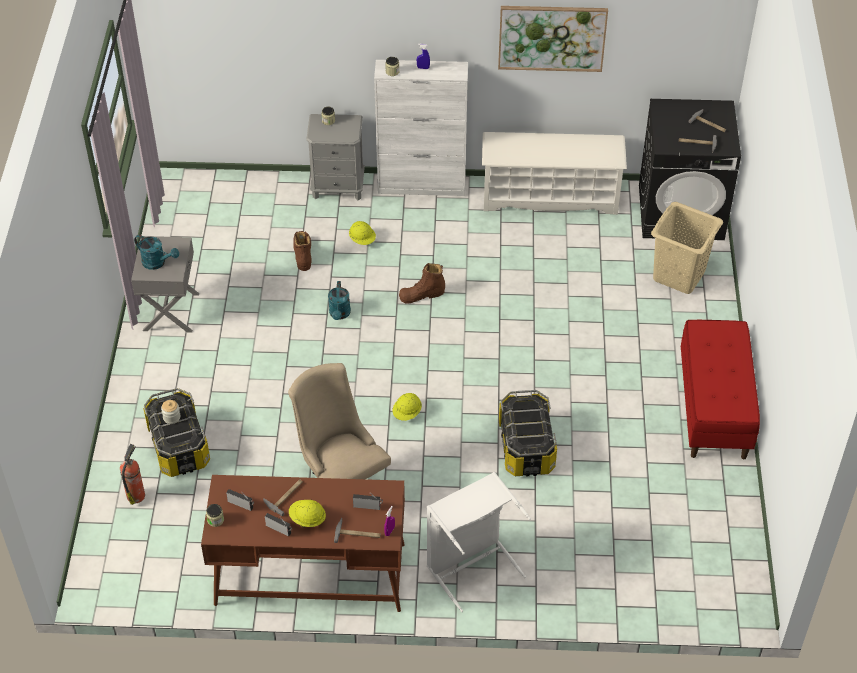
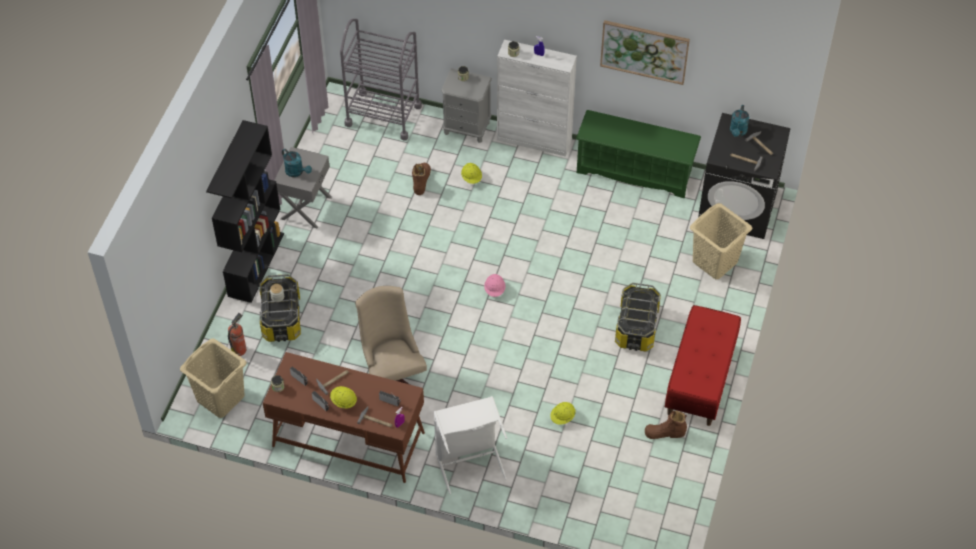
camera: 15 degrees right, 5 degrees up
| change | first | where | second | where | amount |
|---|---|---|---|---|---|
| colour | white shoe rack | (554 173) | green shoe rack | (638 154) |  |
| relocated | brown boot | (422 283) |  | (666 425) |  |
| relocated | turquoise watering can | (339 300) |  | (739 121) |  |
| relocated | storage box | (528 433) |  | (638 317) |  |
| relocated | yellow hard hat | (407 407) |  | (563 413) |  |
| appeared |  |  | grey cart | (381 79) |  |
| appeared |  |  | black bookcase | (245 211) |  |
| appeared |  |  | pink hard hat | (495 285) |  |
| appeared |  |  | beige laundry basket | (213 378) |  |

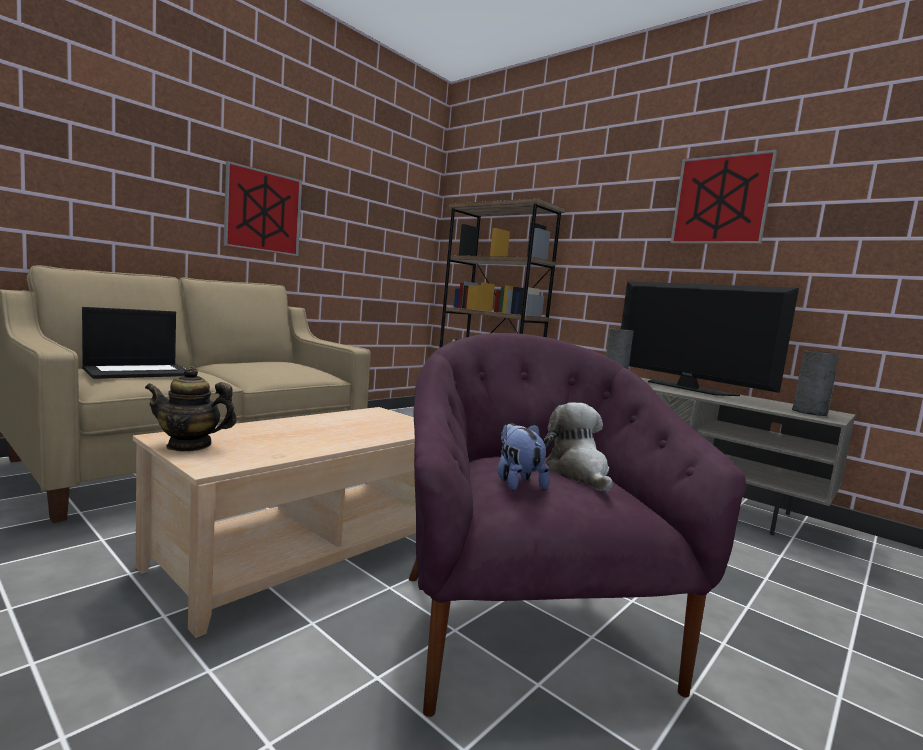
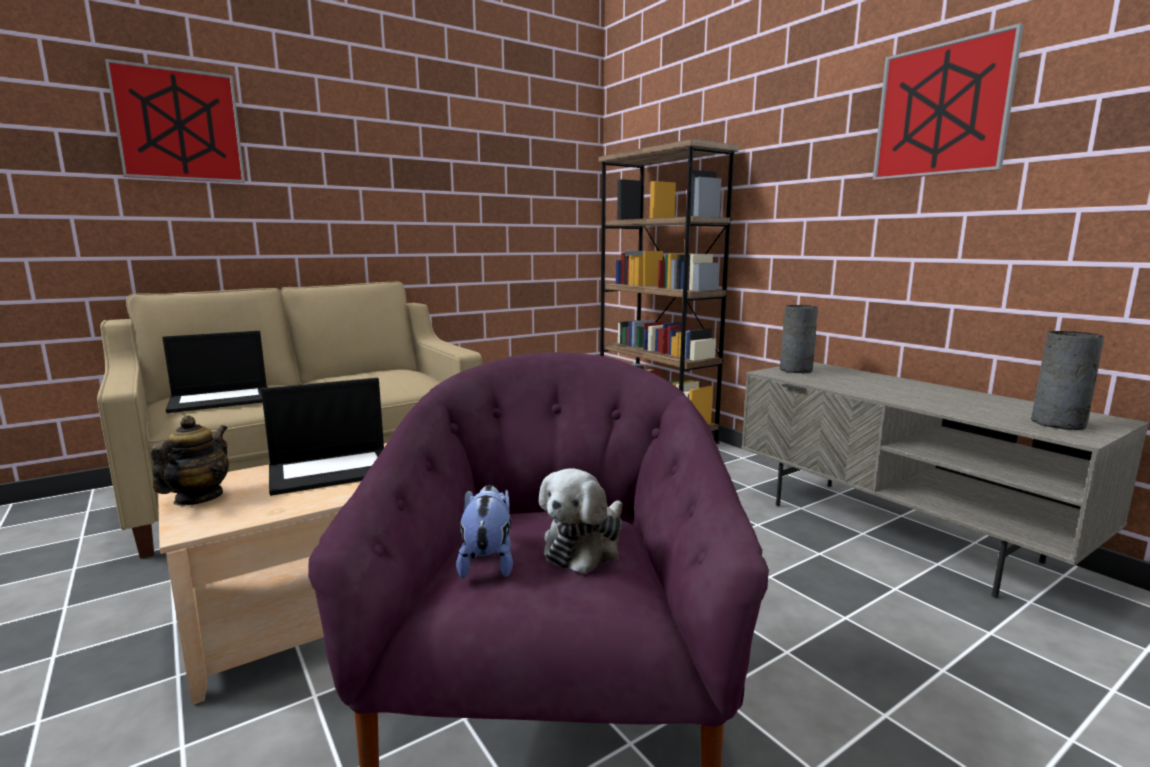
camera: 15 degrees right, 5 degrees up
| change | first | where | second | where | amount |
|---|---|---|---|---|---|
| relocated | picture | (263 208) |  | (175 120) |  |
| missing | television | (710 338) |  |  |  |
| spun | teapot | (191 409) |  | (190 460) | 90 degrees clockwise |
| spun | plush toy | (578 447) |  | (581 521) | 150 degrees counterclockwise |
| appeared |  |  | laptop | (322 437) |  |

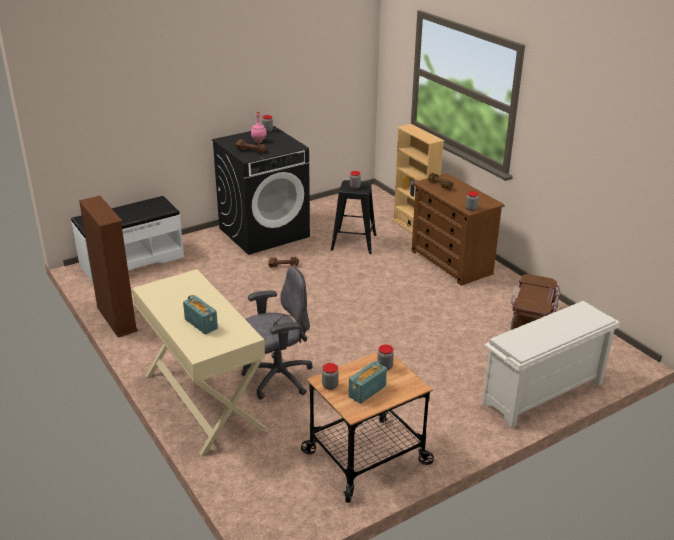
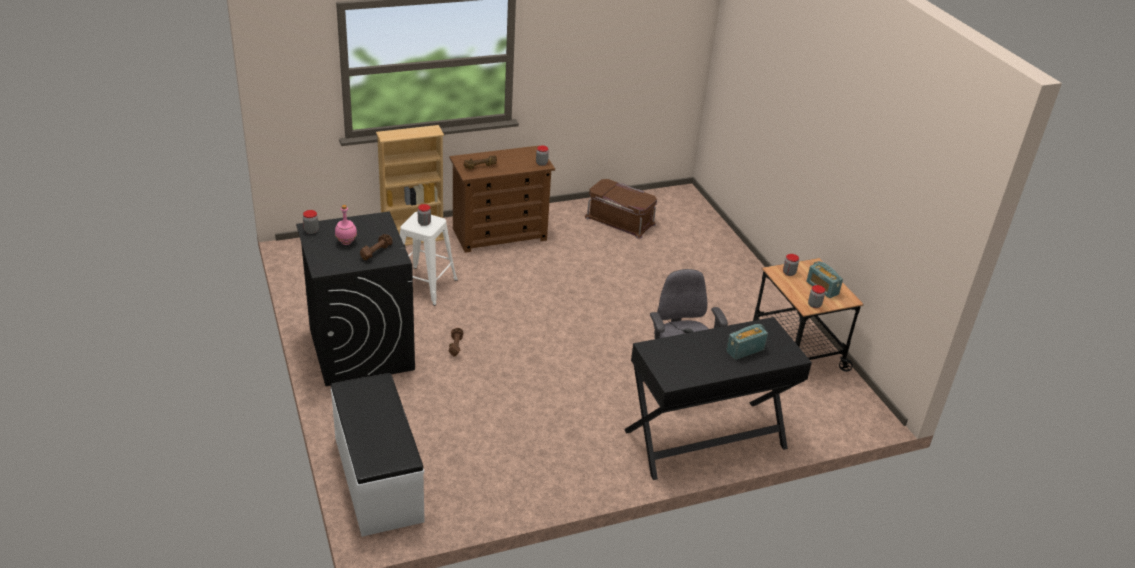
camera: 80 degrees left, 5 degrees up
| change | first | where | second | where | amount |
|---|---|---|---|---|---|
| colour | black stool | (354 217) | white stool | (429 258) |  |
| missing | brown bookcase | (108 266) |  |  |  |
| colour | beige desk | (199 362) | black desk | (718 398) |  |
| missing | white shoe rack | (551 364) |  |  |  |

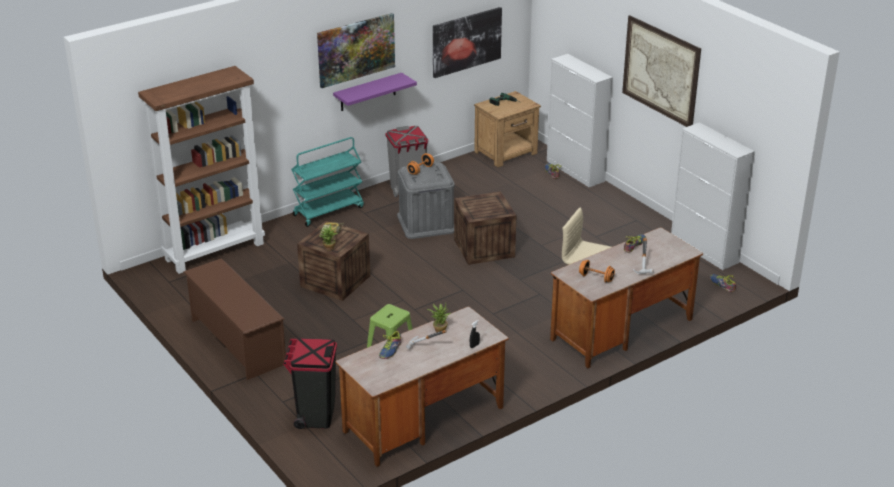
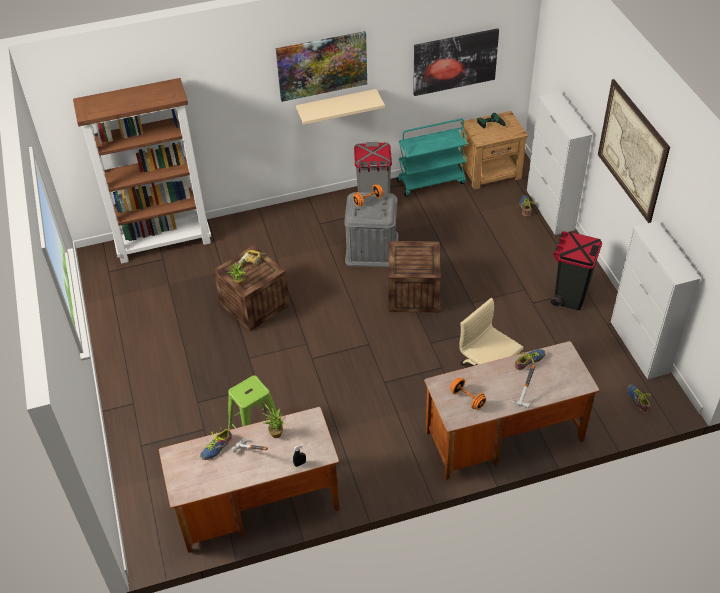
camera: 20 degrees right, 15 degrees up
| change | first | where | second | where | amount |
|---|---|---|---|---|---|
| colour | purple shelf | (375 92) | beige shelf | (340 107) |  |
| relocated | turquoise cart | (327 182) |  | (431 157) |  |
| missing | brown shoe rack | (234 319) |  |  |  |
| relocated | black trash can | (310 383) |  | (576 270) |  |

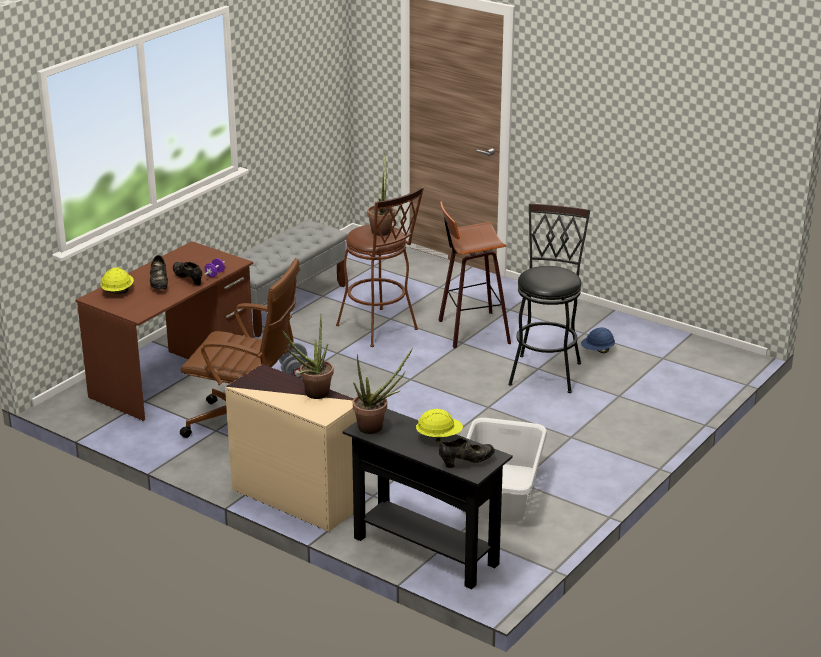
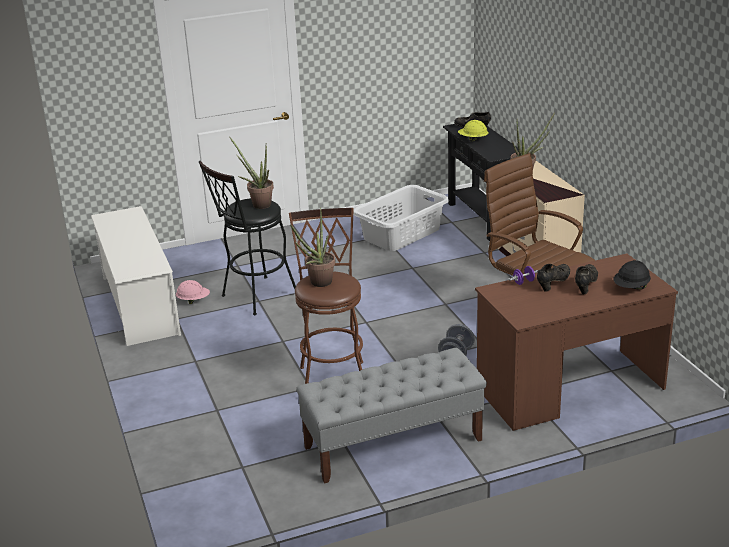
camera: 145 degrees left, 0 degrees up
| change | first | where | second | where | amount |
|---|---|---|---|---|---|
| missing | stool | (475 274) |  |  |  |
| spun | black shoe | (187 274) |  | (553 278) | 135 degrees counterclockwise |
| colour | yellow hard hat | (117 280) | black hard hat | (632 275) |  |
| colour | blue hard hat | (598 340) | pink hard hat | (193 292) |  |
| relocated | potted plant | (383 391) |  | (251 172) |  |
| appeared |  |  | white shoe rack | (136 276) |  |

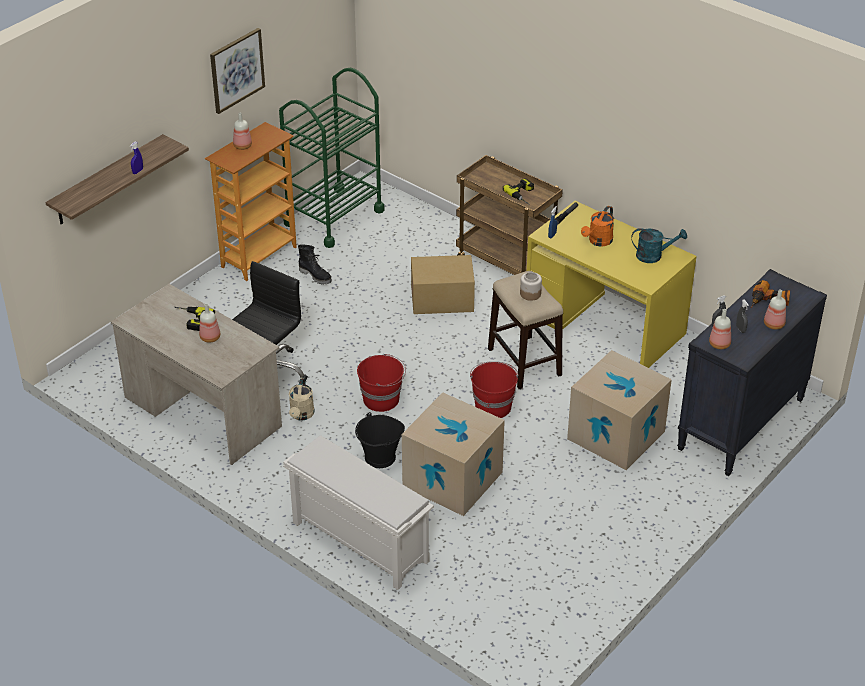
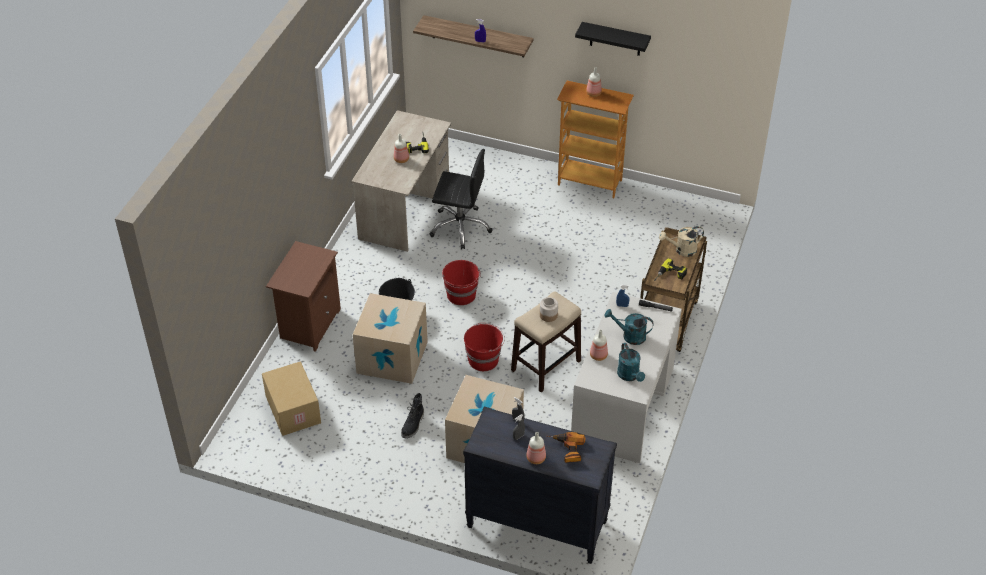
camera: 70 degrees right, 5 degrees up
| change | first | where | second | where | amount |
|---|---|---|---|---|---|
| exchanged | picture | (237 71) | black shelf | (613 39) |  |
| missing | green cart | (332 158) |  |  |  |
| colour | yellow desk | (612 284) | white desk | (626 377) |  |
| colour | orange watering can | (597 226) | turquoise watering can | (629 327) |  |
| relocated | black boot | (315 264) |  | (412 416) |  |
| relocated | cardboard box | (443 284) |  | (291 398) |  |
| relocated | bottle | (720 329) |  | (599 345) |  |
| relocated | beige watering can | (302 399) |  | (681 241) |  |
| exchanged | white shoe rack | (358 512) | brown nightstand | (303 296) |  |

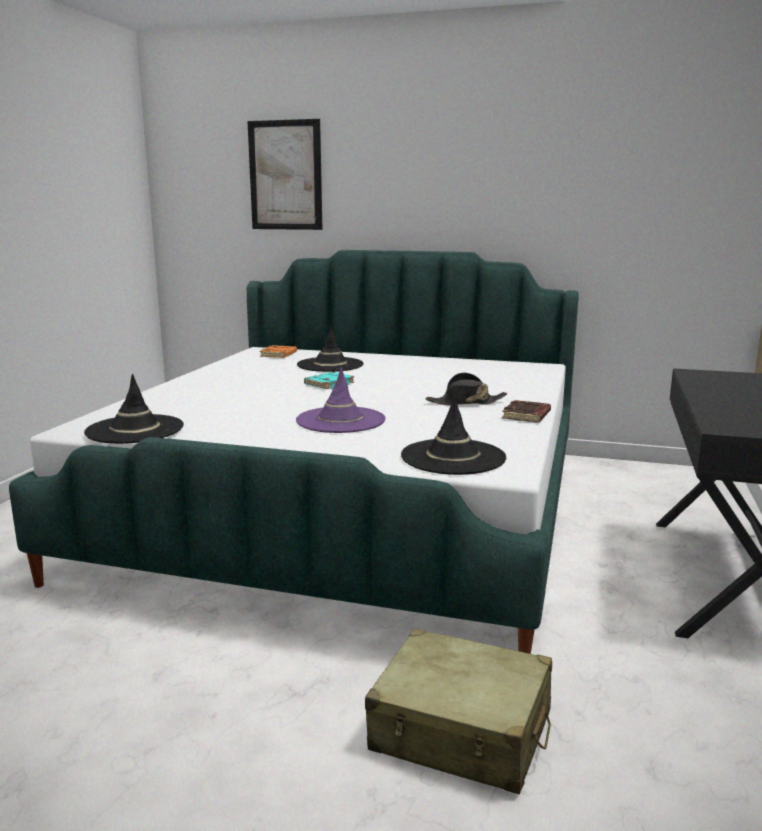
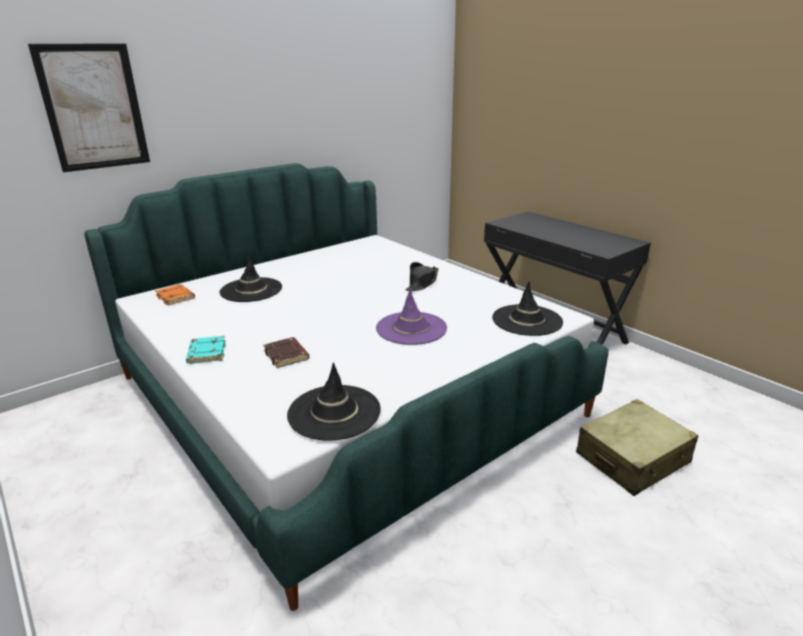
camera: 55 degrees left, 10 degrees up
| change | first | where | second | where | amount |
|---|---|---|---|---|---|
| relocated | turquoise book | (329 380) |  | (206 350) |  |
| relocated | brown book | (526 411) |  | (286 352) |  |

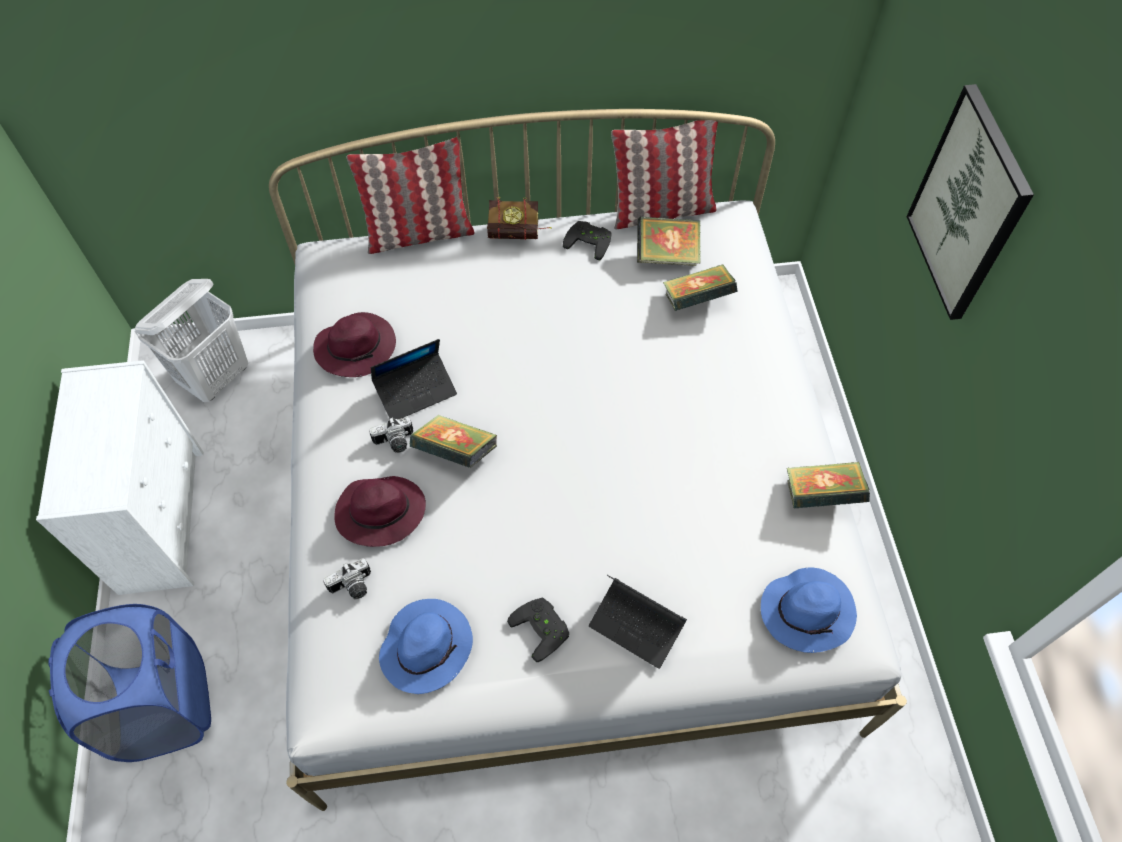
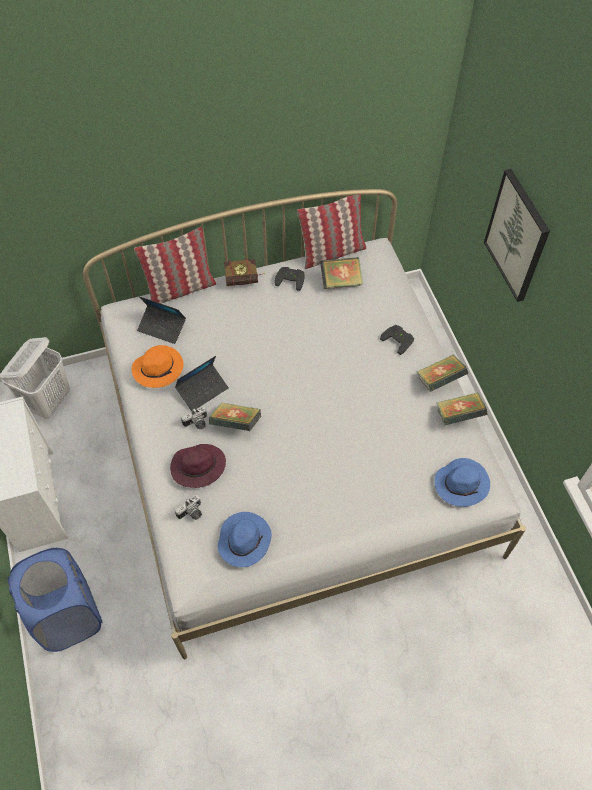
camera: 10 degrees left, 0 degrees up
| change | first | where | second | where | amount |
|---|---|---|---|---|---|
| relocated | book | (700 287) |  | (442 373) |  |
| colour | purple hat | (354 344) | orange hat | (158 366) |  |
| relocated | laptop | (638 622) |  | (161 320) |  |
| relocated | black game controller | (538 629) |  | (397 340) |  |

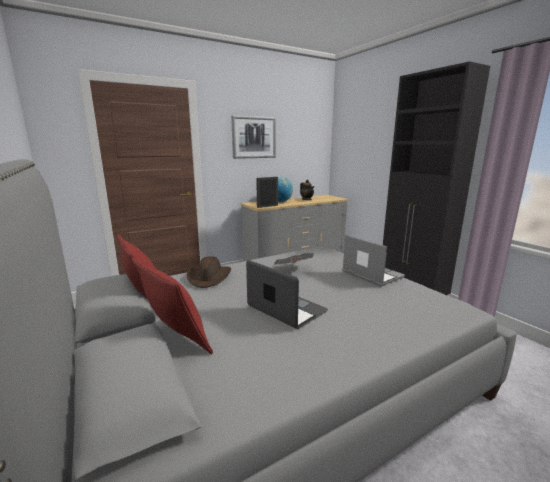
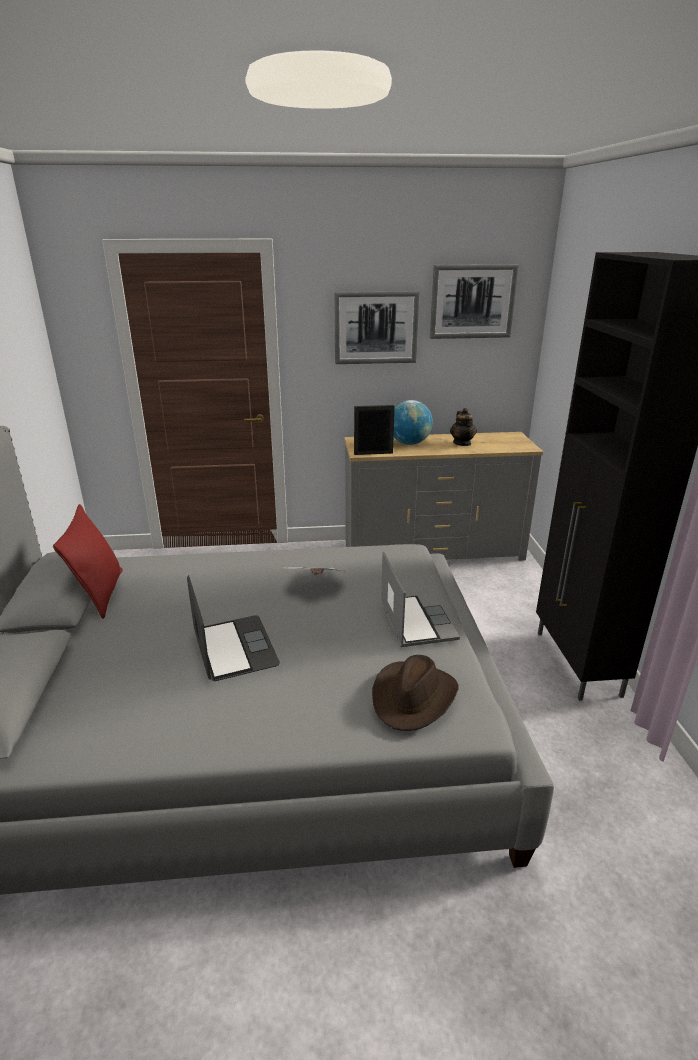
camera: 25 degrees right, 10 degrees up
| change | first | where | second | where | amount |
|---|---|---|---|---|---|
| relocated | brown hat | (208 272) |  | (415 693) |  |
| missing | red pillow | (172 306) |  |  |  |
| appeared |  |  | picture | (474 301) |  |

